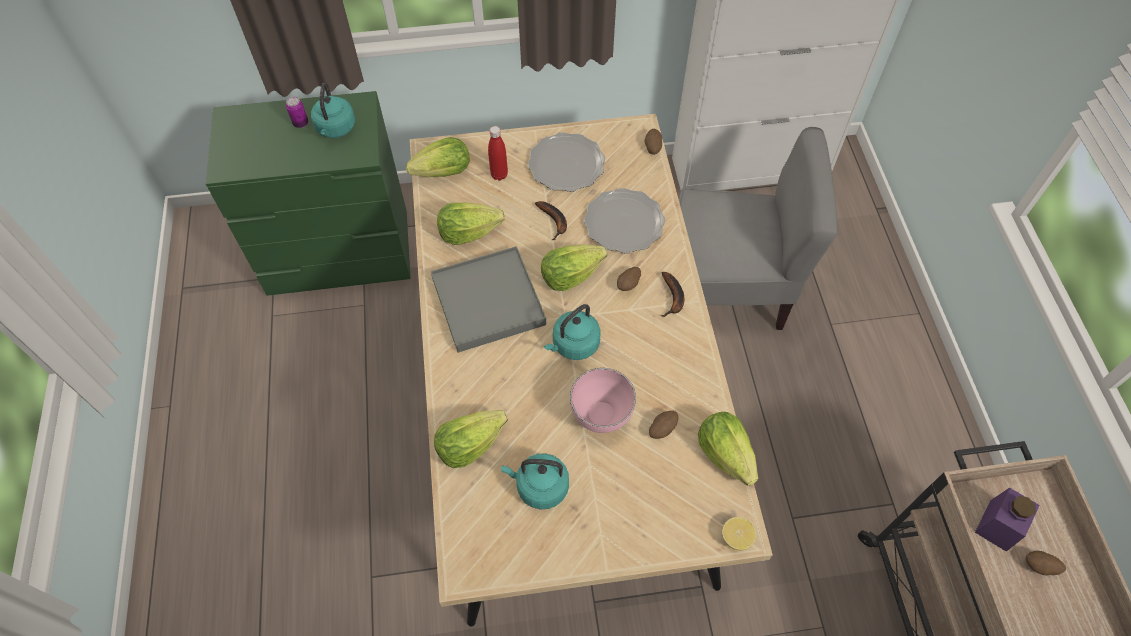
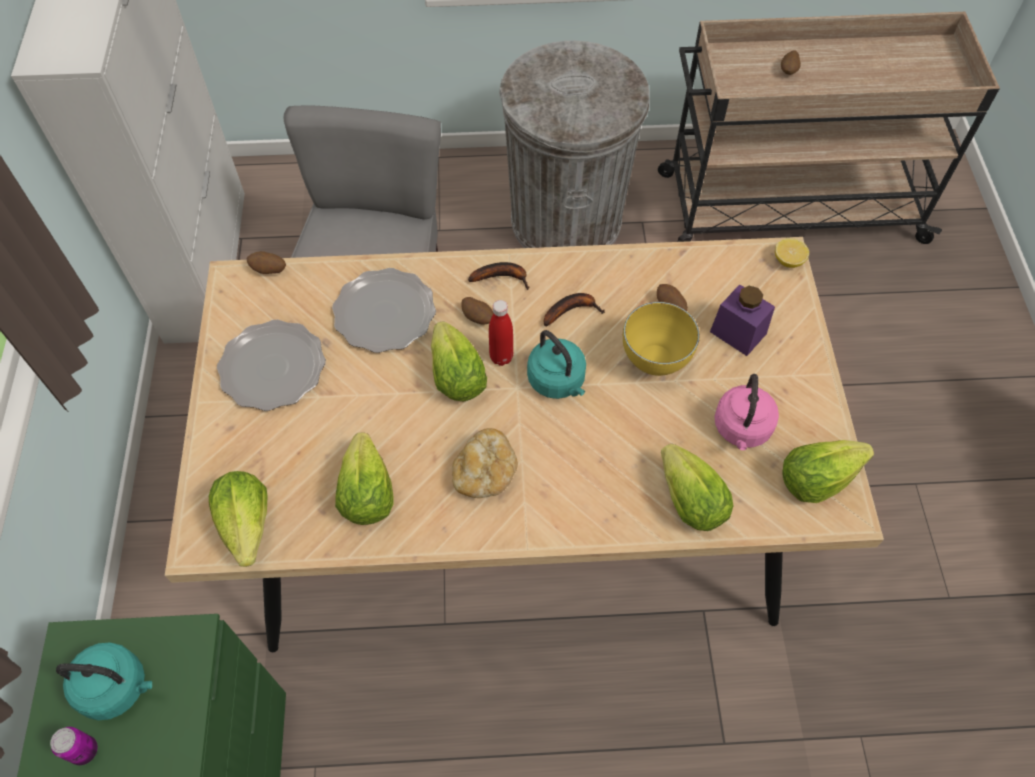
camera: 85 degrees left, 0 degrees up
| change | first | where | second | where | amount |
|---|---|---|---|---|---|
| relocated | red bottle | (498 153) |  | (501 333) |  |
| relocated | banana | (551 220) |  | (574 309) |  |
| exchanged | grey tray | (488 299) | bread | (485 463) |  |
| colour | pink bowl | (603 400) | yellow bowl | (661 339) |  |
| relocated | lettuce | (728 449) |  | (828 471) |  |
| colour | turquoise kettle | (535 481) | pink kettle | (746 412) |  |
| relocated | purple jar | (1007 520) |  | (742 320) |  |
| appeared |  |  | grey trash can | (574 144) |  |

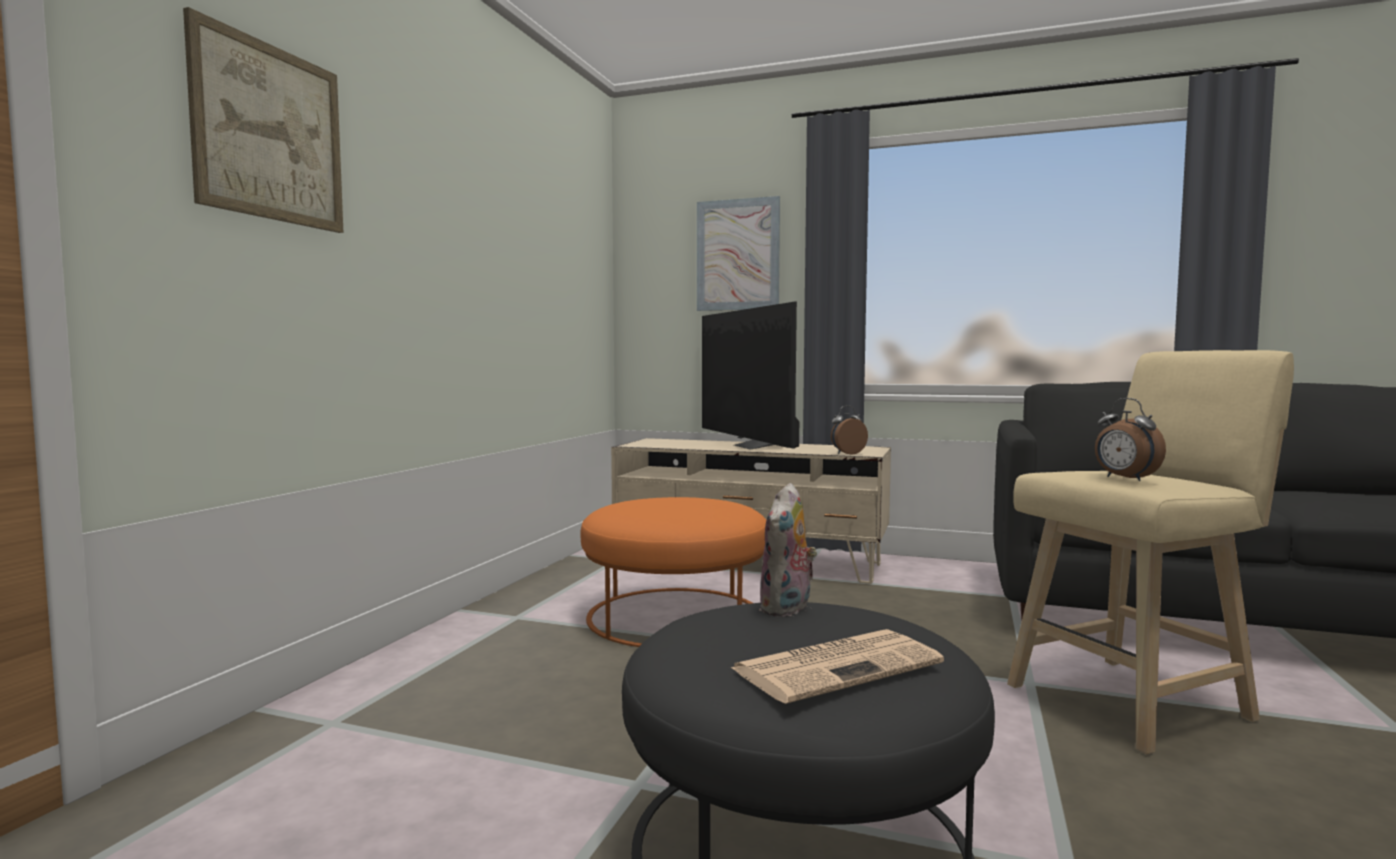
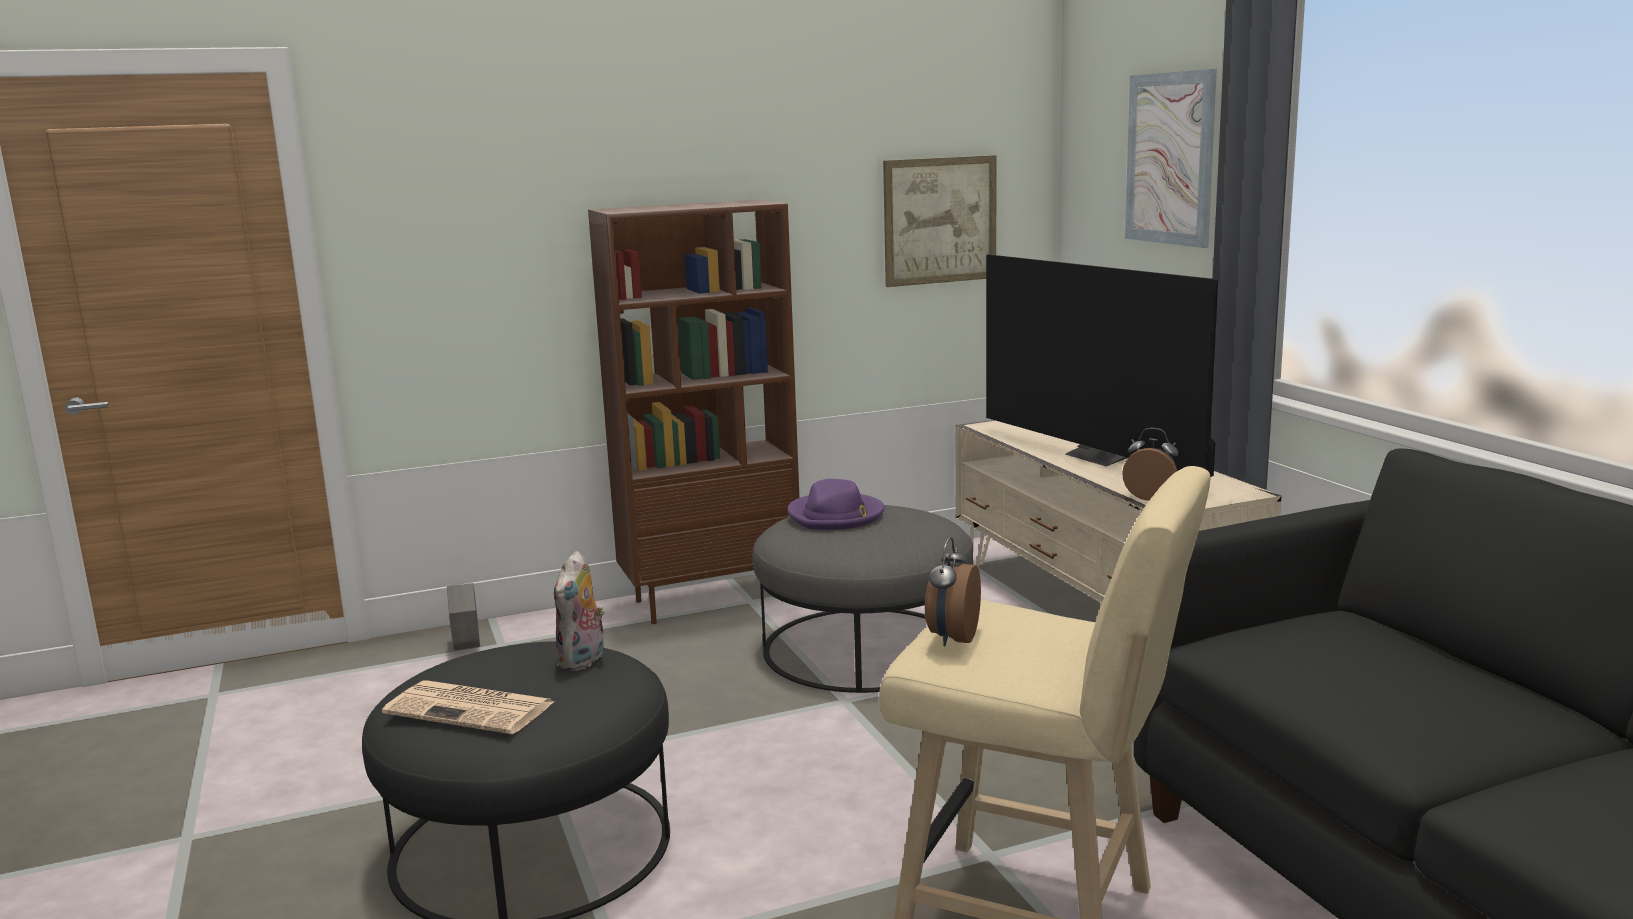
camera: 50 degrees right, 10 degrees up
| change | first | where | second | where | amount |
|---|---|---|---|---|---|
| relocated | picture | (263 120) |  | (940 221) |  |
| spun | television | (750 376) |  | (1102 365) | 60 degrees counterclockwise |
| spun | plush toy | (788 550) |  | (579 611) | 60 degrees counterclockwise |
| colour | orange ottoman | (673 572) | grey ottoman | (863 599) |  |
| appeared |  |  | brown bookcase | (694 412) |  |
| appeared |  |  | purple hat | (836 504) |  |
| appeared |  |  | grey planter | (463 616) |  |

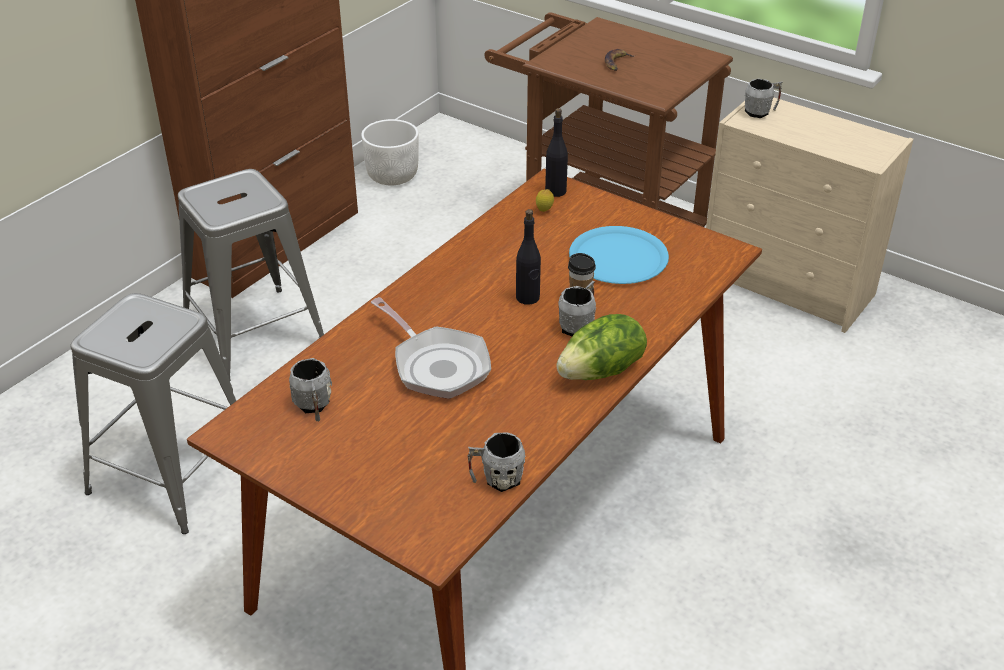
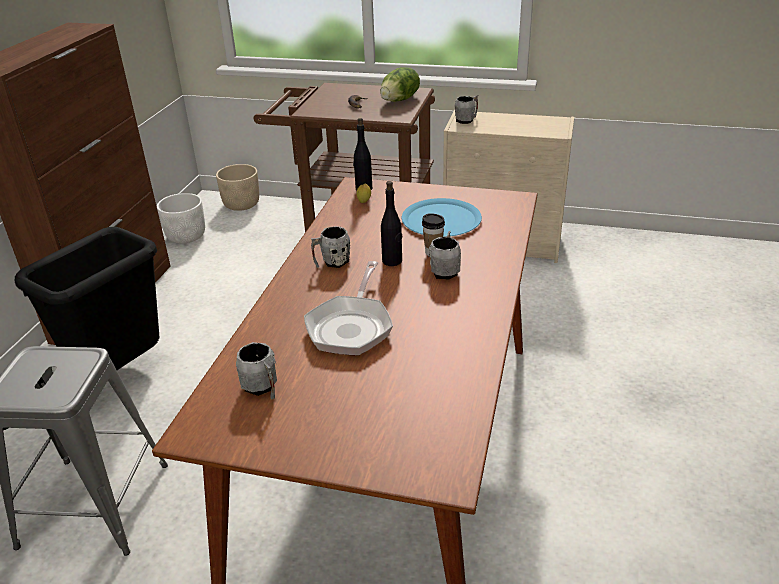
camera: 20 degrees left, 5 degrees down
| change | first | where | second | where | amount |
|---|---|---|---|---|---|
| exchanged | grey stool | (251 274) | black trash can | (87 298) |  |
| spun | frying pan | (431 348) |  | (348 308) | 75 degrees clockwise |
| relocated | lettuce | (601 347) |  | (400 84) |  |
| relocated | grey mug | (496 462) |  | (330 247) |  |
| appeared |  |  | beige planter | (237 187) |  |

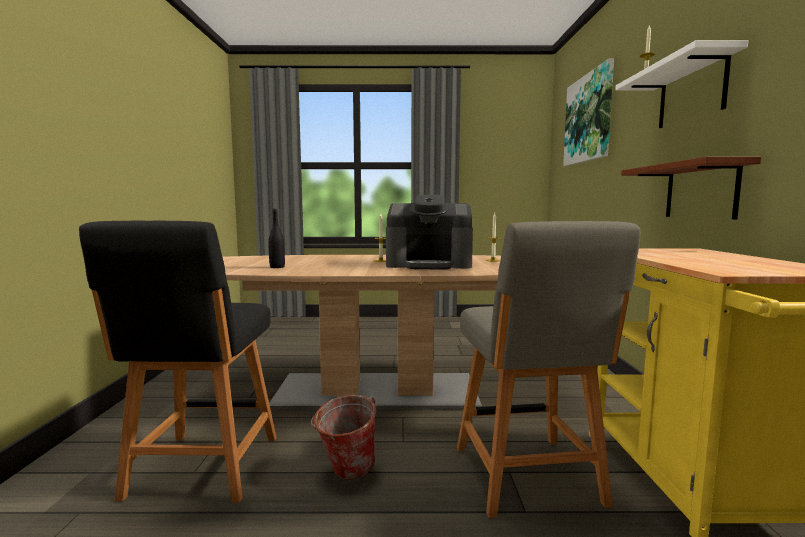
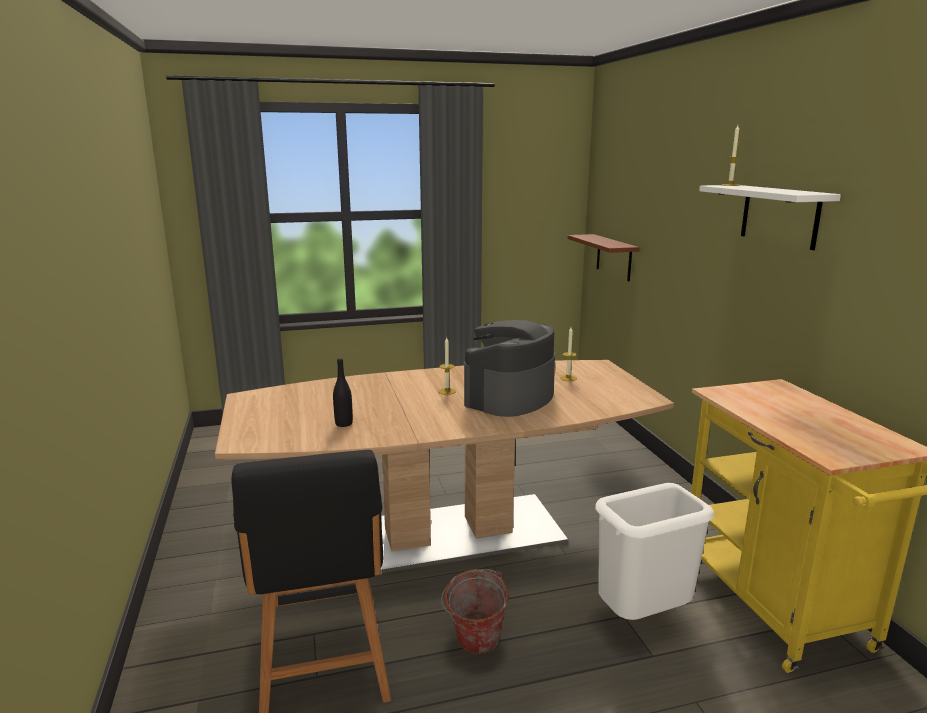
camera: 15 degrees left, 10 degrees up
| change | first | where | second | where | amount |
|---|---|---|---|---|---|
| missing | picture | (588 112) |  |  |  |
| relocated | brown shelf | (691 187) |  | (603 257) |  |
| spun | coffee machine | (429 232) |  | (509 368) | 135 degrees clockwise |
| exchanged | grey chair | (549 369) | white trash can | (654 551) |  |

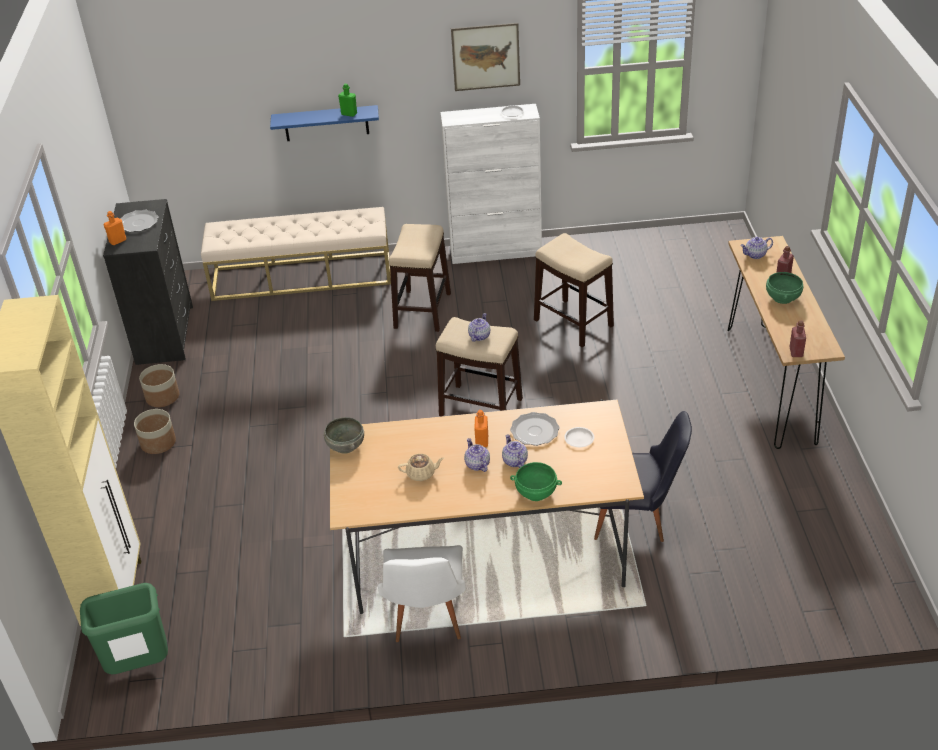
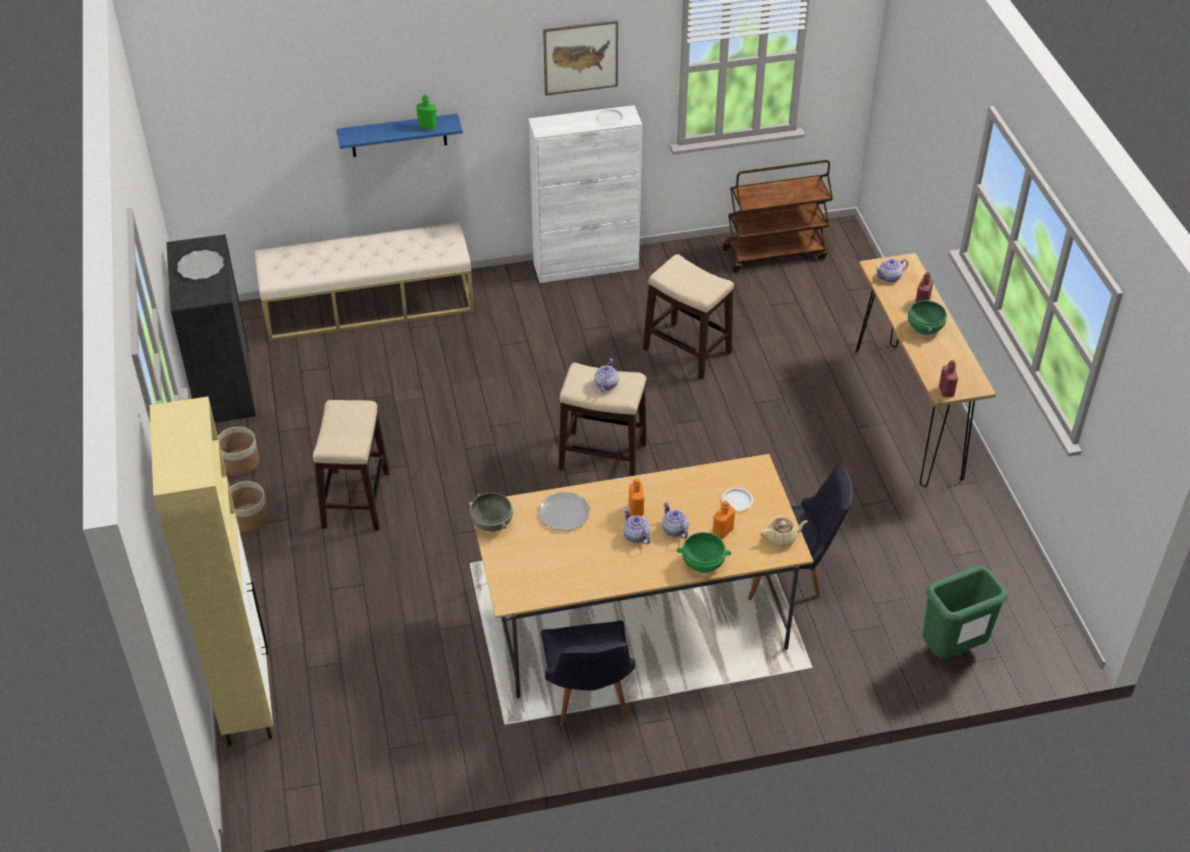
camera: 10 degrees left, 5 degrees up
| change | first | where | second | where | amount |
|---|---|---|---|---|---|
| relocated | orange bottle | (115 228) |  | (724 519) |  |
| relocated | stool | (420 278) |  | (351 465) |  |
| relocated | plate | (535 429) |  | (564 511) |  |
| relocated | beige teapot | (421 467) |  | (784 532) |  |
| colour | white chair | (422 593) | black chair | (588 673) |  |
| relocated | green trash can | (124 629) |  | (965 611) |  |
| appeared |  |  | brown cart | (778 216) |  |

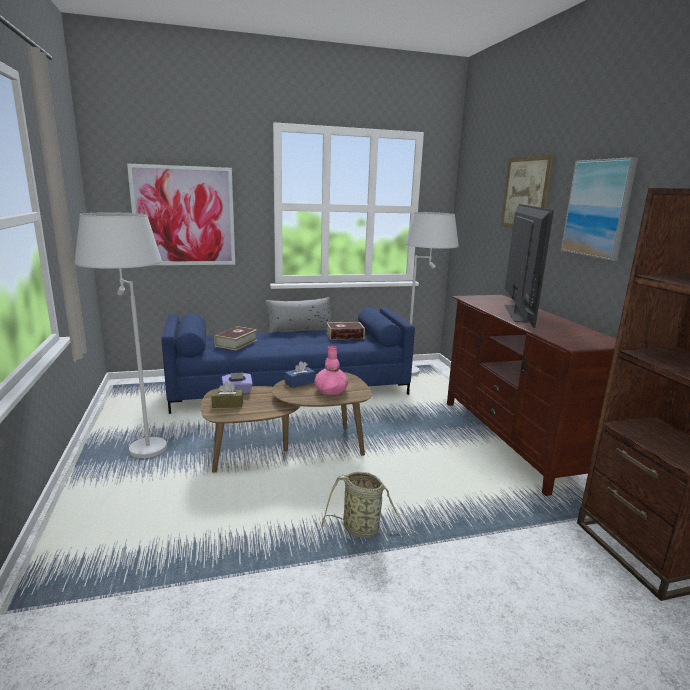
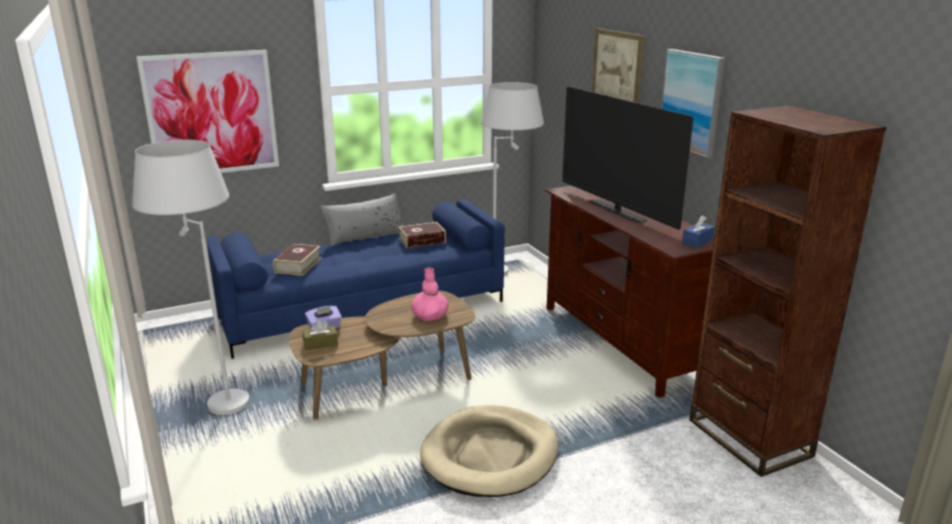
camera: 10 degrees left, 5 degrees up
| change | first | where | second | where | amount |
|---|---|---|---|---|---|
| spun | television | (529 266) |  | (627 158) | 150 degrees clockwise |
| relocated | blue tissue box | (300 374) |  | (698 231) |  |
| exchanged | basket | (370 505) | beige dog bed | (489 451) |  |

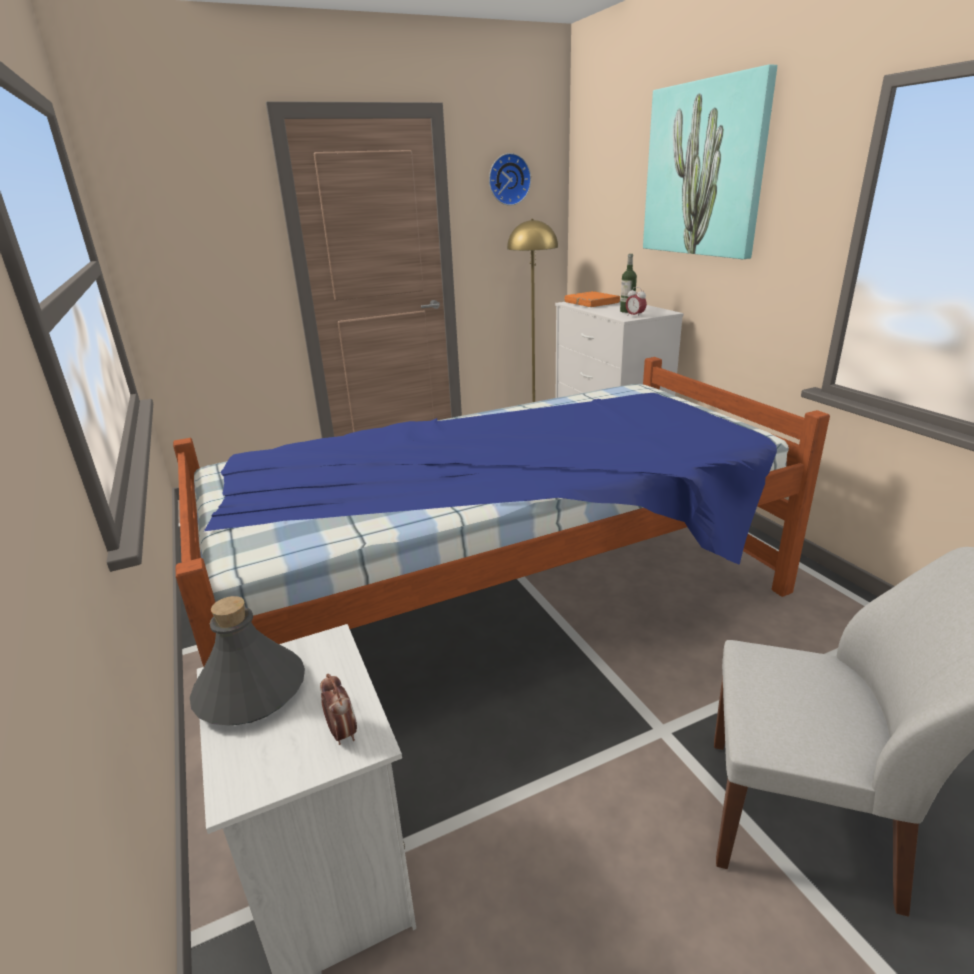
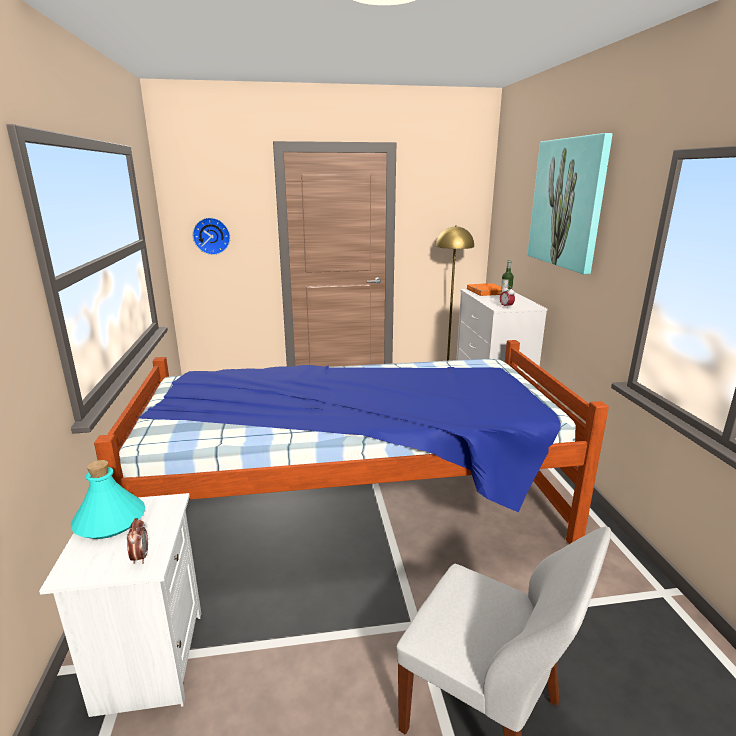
camera: 15 degrees right, 5 degrees down
| change | first | where | second | where | amount |
|---|---|---|---|---|---|
| relocated | wall clock | (510 179) |  | (211 236) |  |
| colour | grey bottle | (247 660) | turquoise bottle | (108 499) |  |

